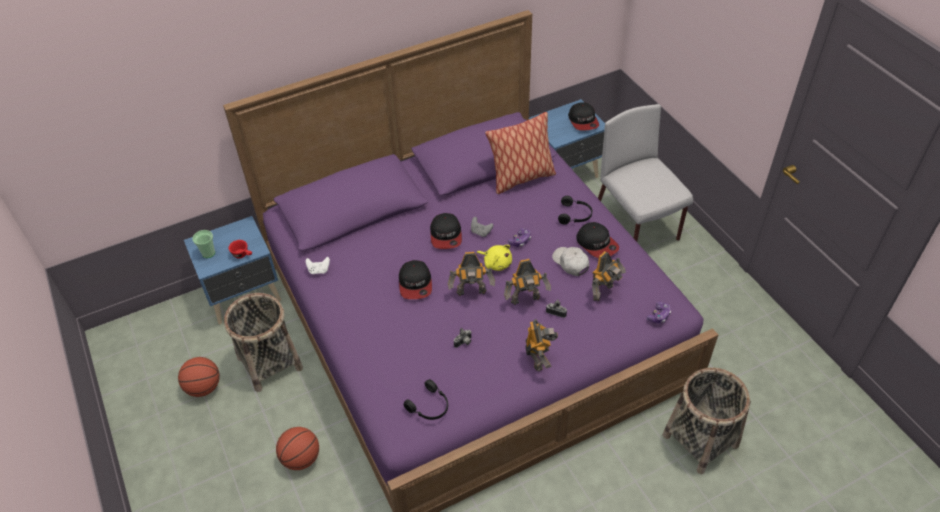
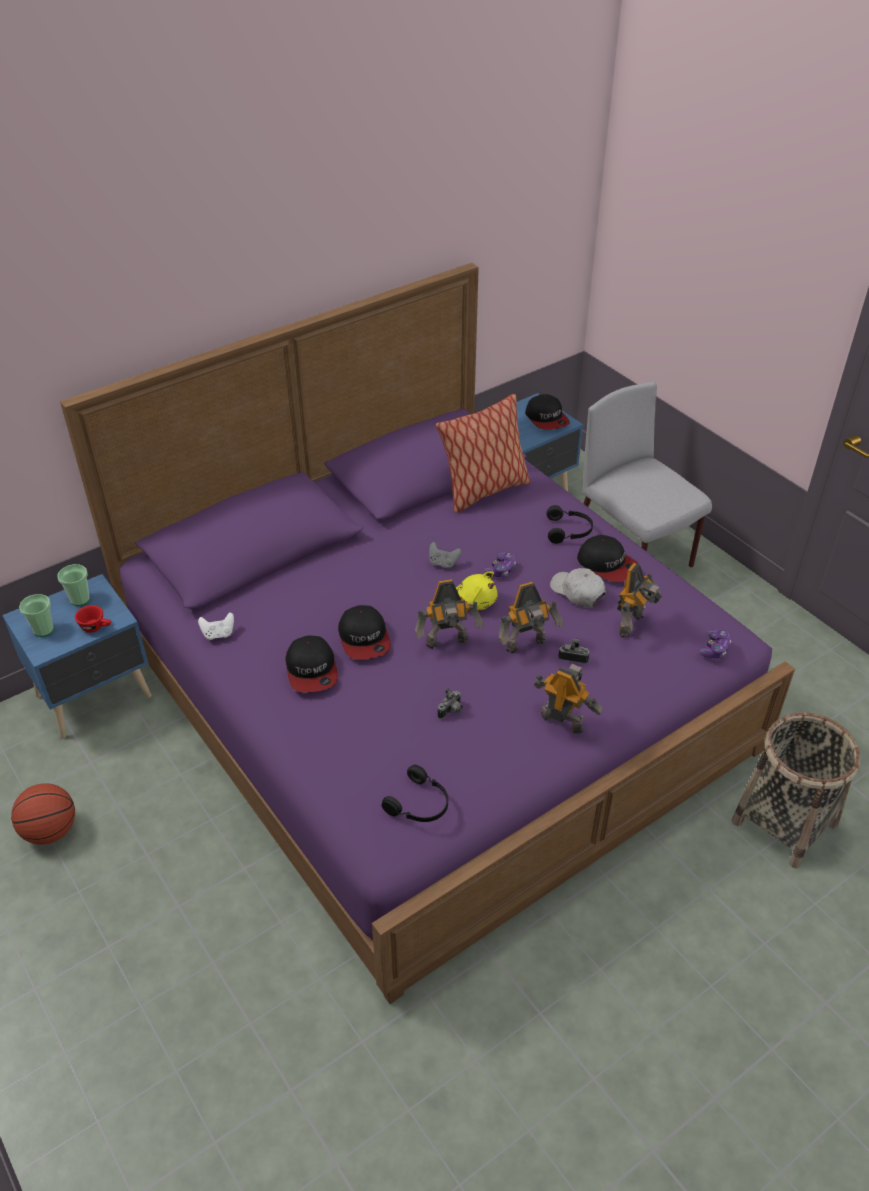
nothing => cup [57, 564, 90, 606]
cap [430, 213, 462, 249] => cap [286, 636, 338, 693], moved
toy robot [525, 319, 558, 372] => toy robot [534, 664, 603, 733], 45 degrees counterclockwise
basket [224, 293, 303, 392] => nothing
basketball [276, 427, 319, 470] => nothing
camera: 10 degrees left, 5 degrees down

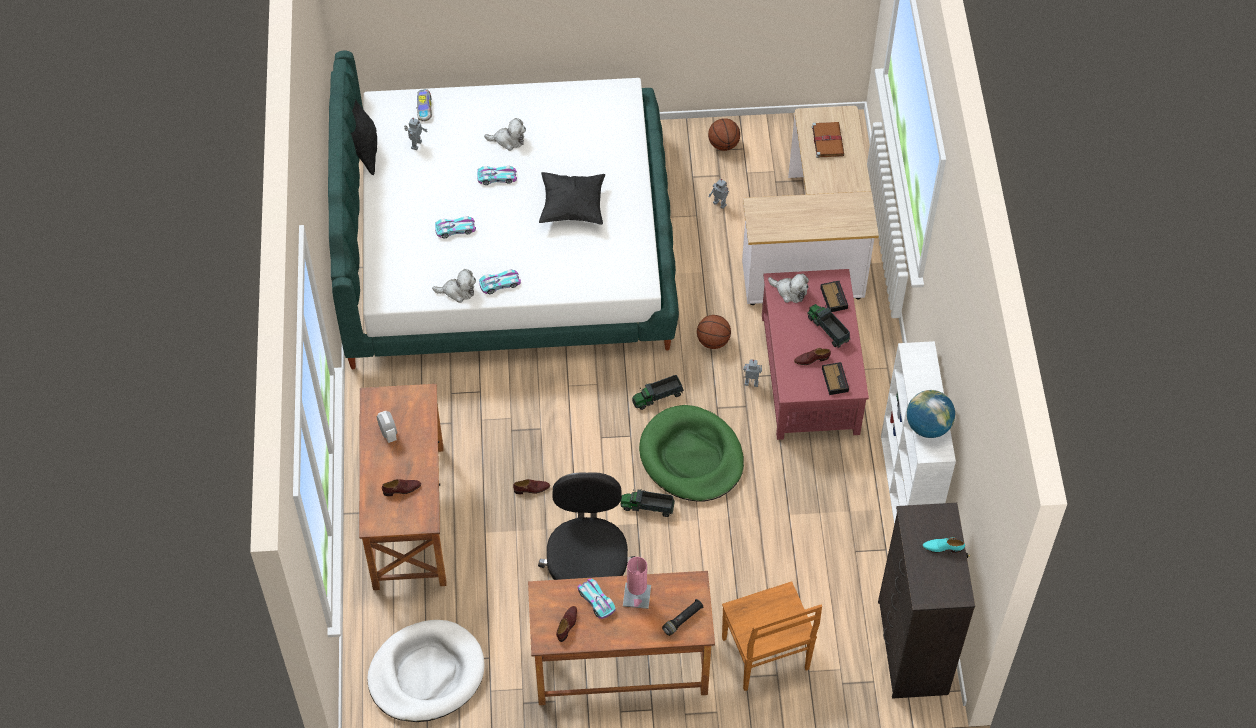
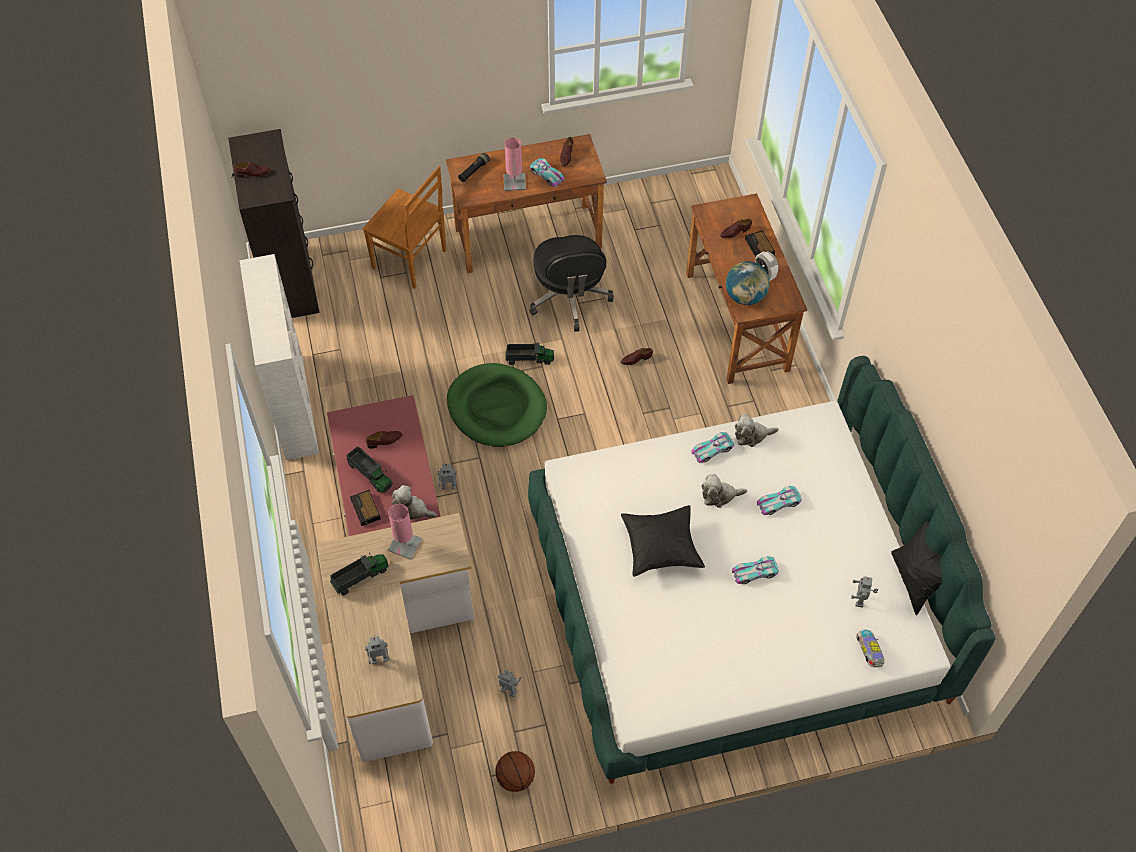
turquoise shoe [922, 537, 965, 553] => brown shoe [234, 162, 271, 178]
toy truck [632, 375, 684, 410] => toy truck [330, 553, 389, 596], moved
brown chair [722, 581, 822, 691] => brown chair [363, 166, 446, 289], 150 degrees clockwise
brown book [812, 122, 844, 158] => toy robot [365, 635, 389, 665]
nothing => pink table lamp [387, 504, 422, 560]
plush toy [484, 118, 526, 151] => plush toy [701, 474, 747, 508], moved
globe [907, 390, 955, 438] => globe [726, 261, 770, 305], moved
alarm clock [822, 362, 849, 395] => alarm clock [745, 230, 775, 257], moved
white dog bed [368, 620, 485, 722] => nothing
basketball [697, 315, 731, 349] => nothing
camera: 170 degrees right, 0 degrees up

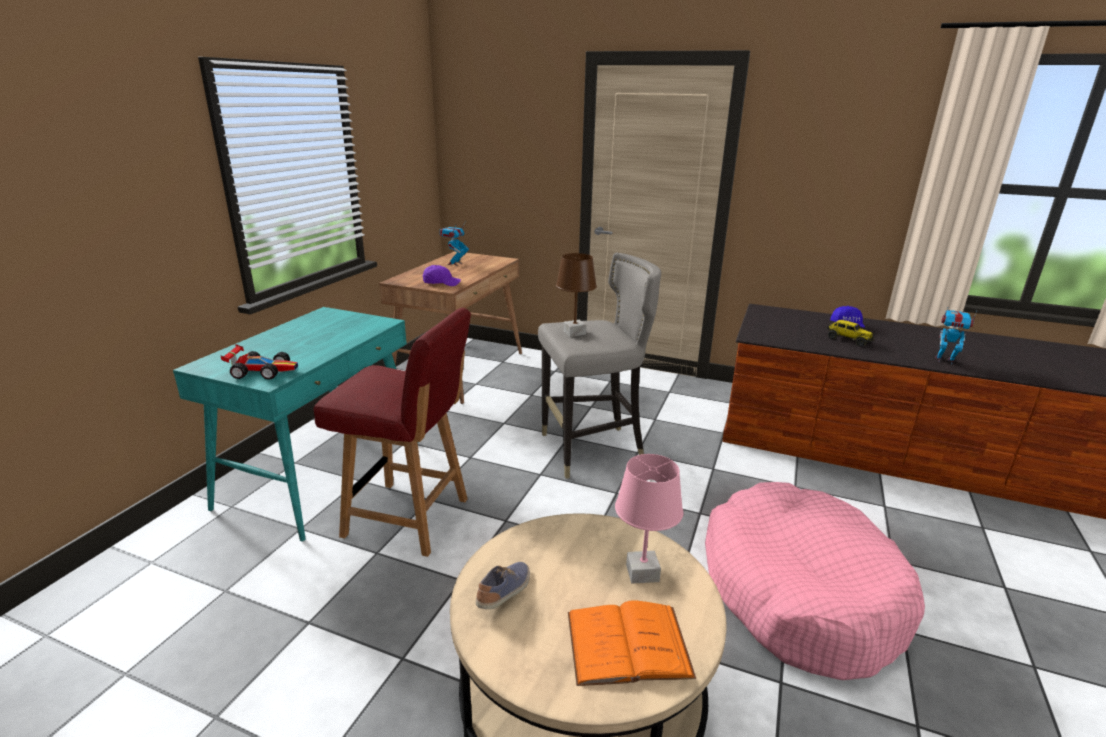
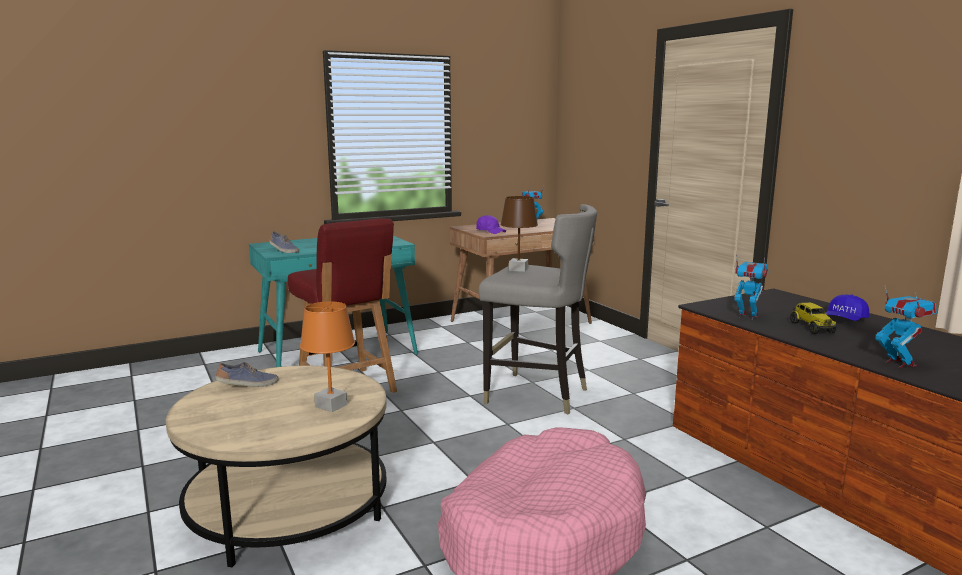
toy car [221, 344, 298, 380] => shoe [269, 231, 299, 253]
pink table lamp [615, 454, 683, 584] => orange table lamp [300, 301, 355, 412]
nothing => toy robot [734, 255, 769, 320]
orange book [568, 600, 696, 686] => nothing
camera: 40 degrees right, 10 degrees down

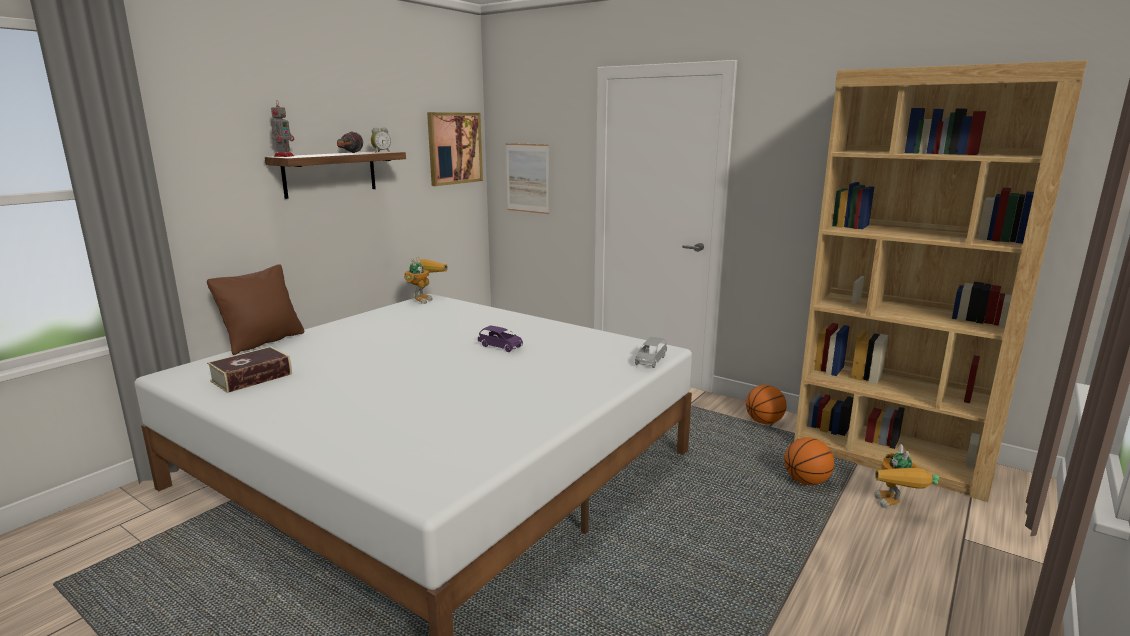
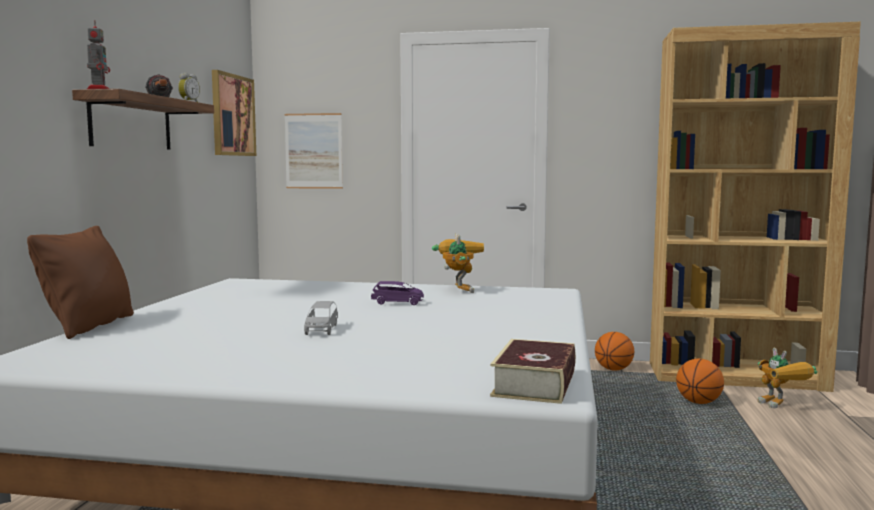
grey toy car [635, 337, 667, 368] => grey toy car [304, 301, 338, 335], moved
toy robot [404, 256, 448, 304] => toy robot [432, 233, 484, 293], moved
book [207, 346, 292, 393] => book [490, 339, 576, 404], moved
camera: 25 degrees left, 10 degrees down

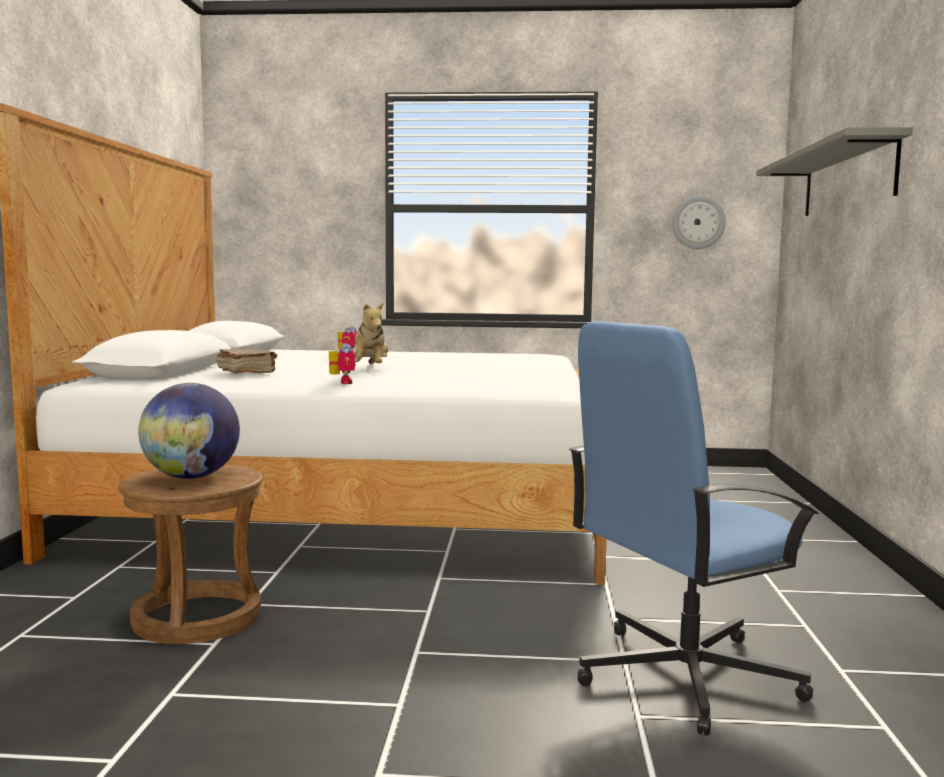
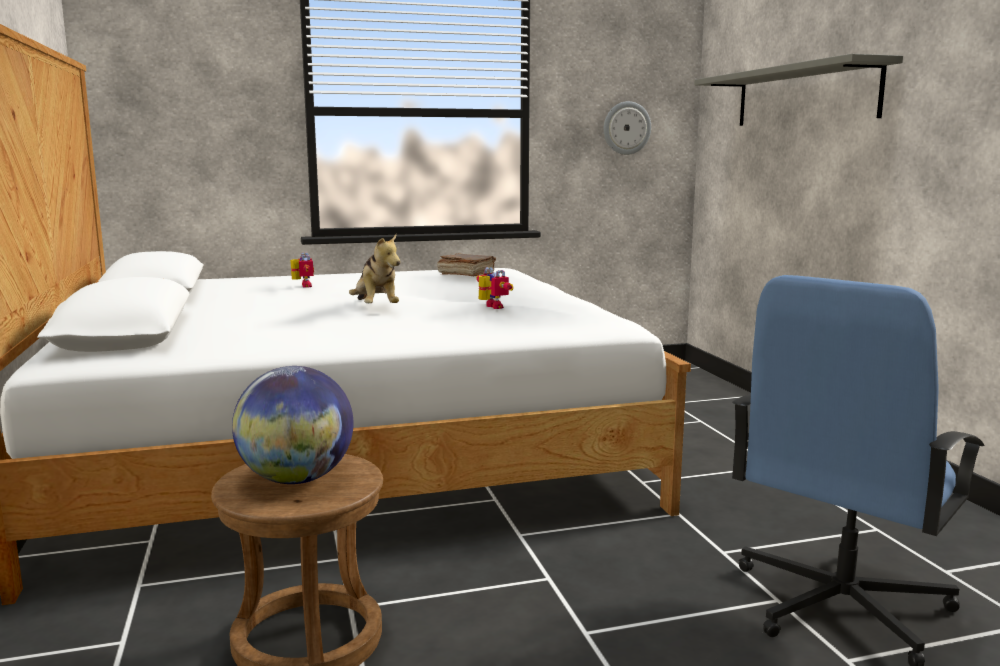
brown book [216, 348, 277, 374] => brown book [437, 253, 496, 276], moved
toy robot [329, 343, 356, 384] => toy robot [476, 267, 514, 309], moved
camera: 20 degrees left, 5 degrees up

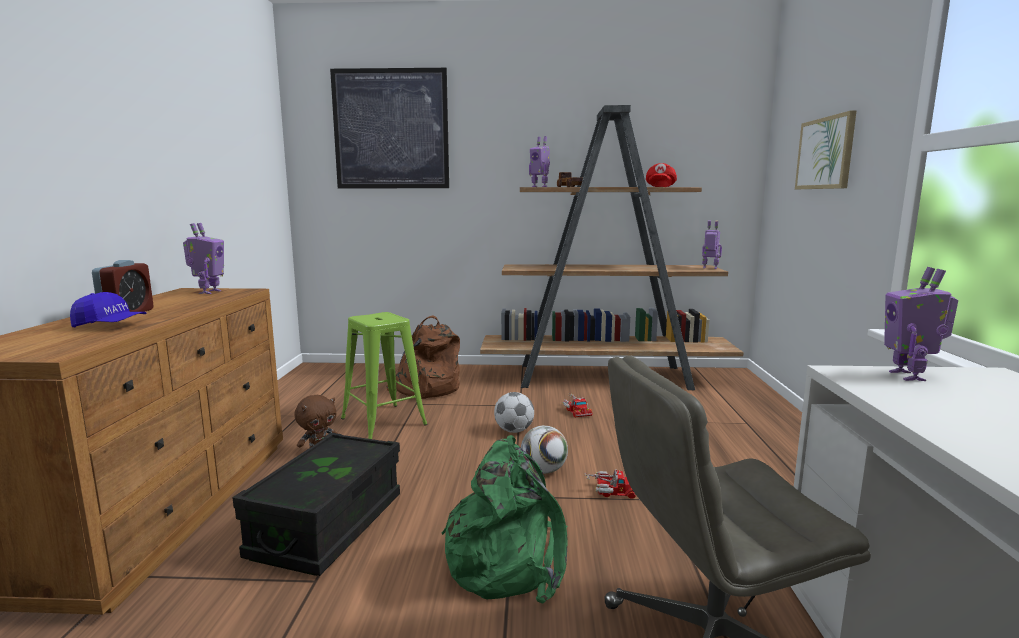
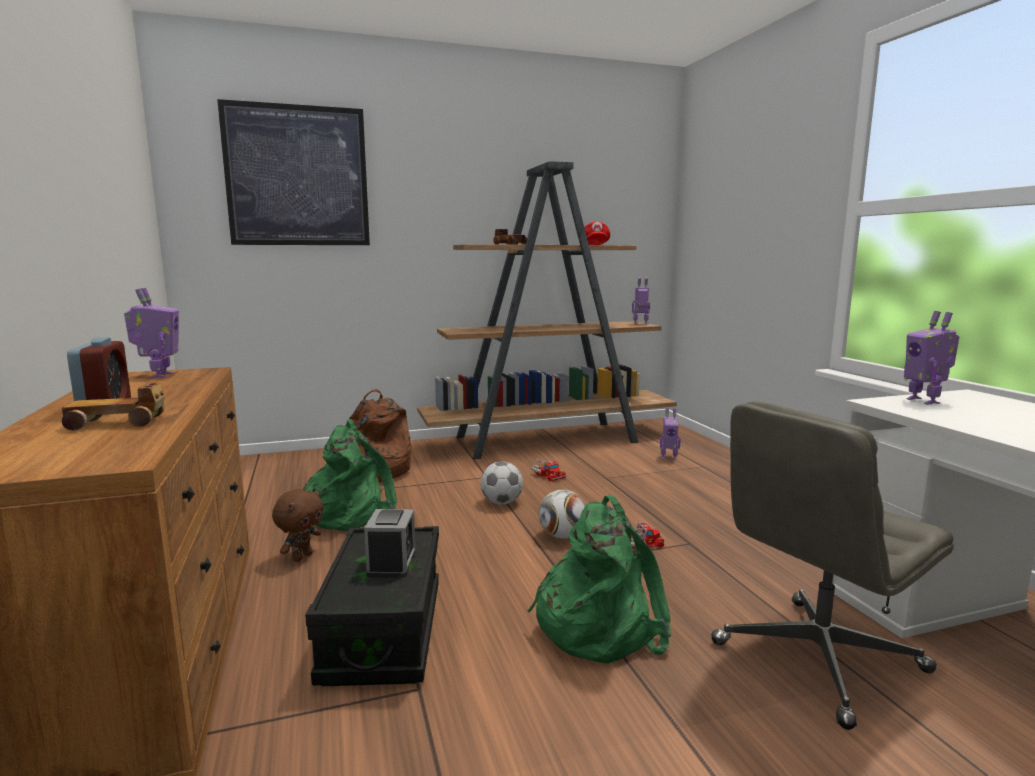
blue cap [70, 292, 146, 327] => toy car [62, 382, 165, 431]
green stool [341, 312, 428, 439] => green backpack [303, 419, 397, 531]
nothing => alarm clock [364, 509, 416, 578]
toy robot [529, 136, 550, 187] => toy robot [660, 408, 681, 460], moved
picture [795, 111, 856, 189] => nothing
camera: 20 degrees left, 0 degrees up

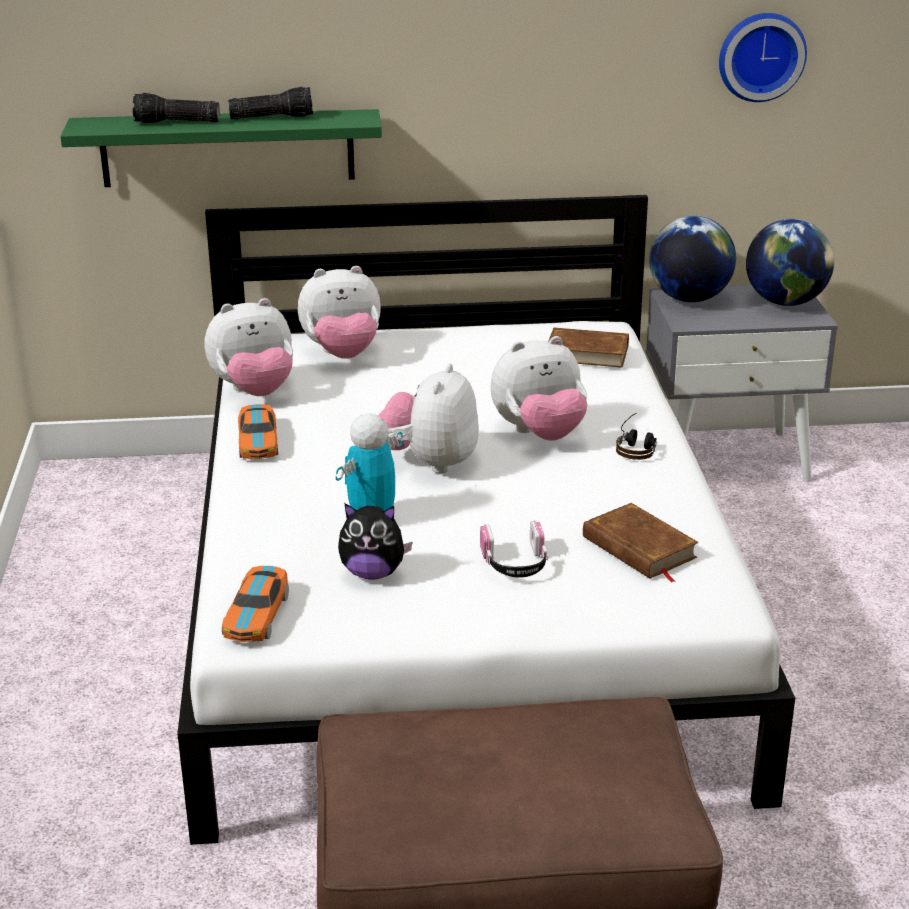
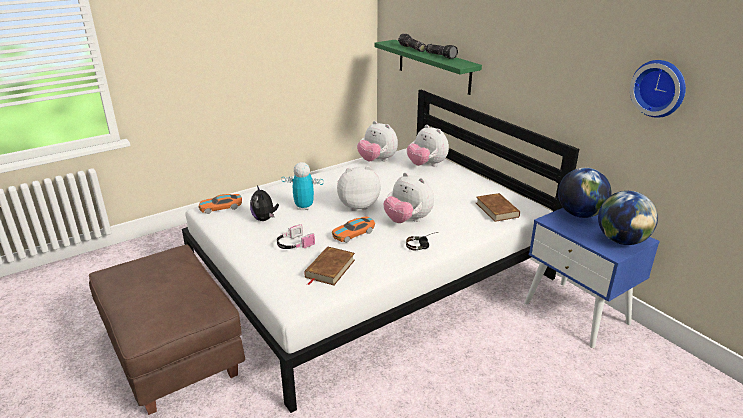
toy car [238, 404, 278, 459] => toy car [332, 216, 375, 243], moved
grey nightstand [646, 285, 838, 482] => blue nightstand [524, 208, 660, 348]
camera: 60 degrees right, 0 degrees up

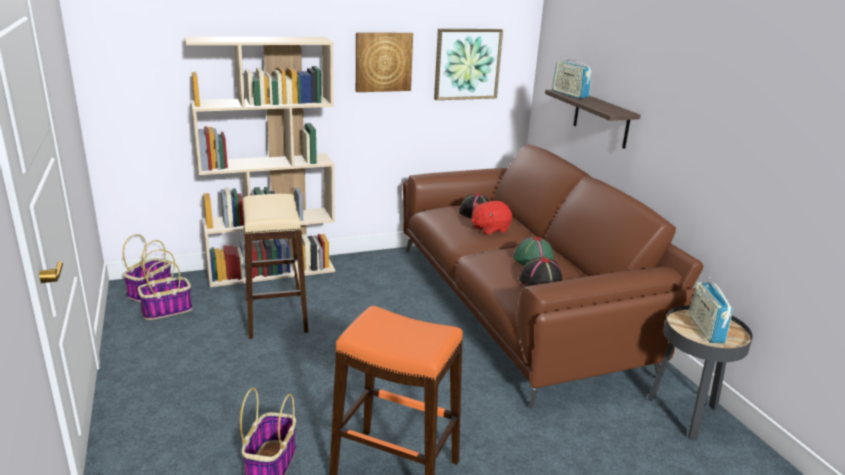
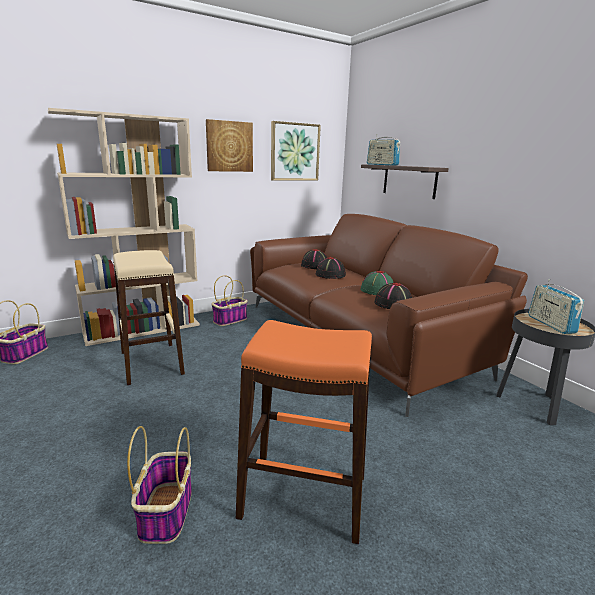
basket [137, 249, 192, 320] => basket [211, 275, 248, 326], moved
red plush toy [471, 201, 512, 235] => black hat [316, 257, 346, 279]
camera: 10 degrees left, 5 degrees down

